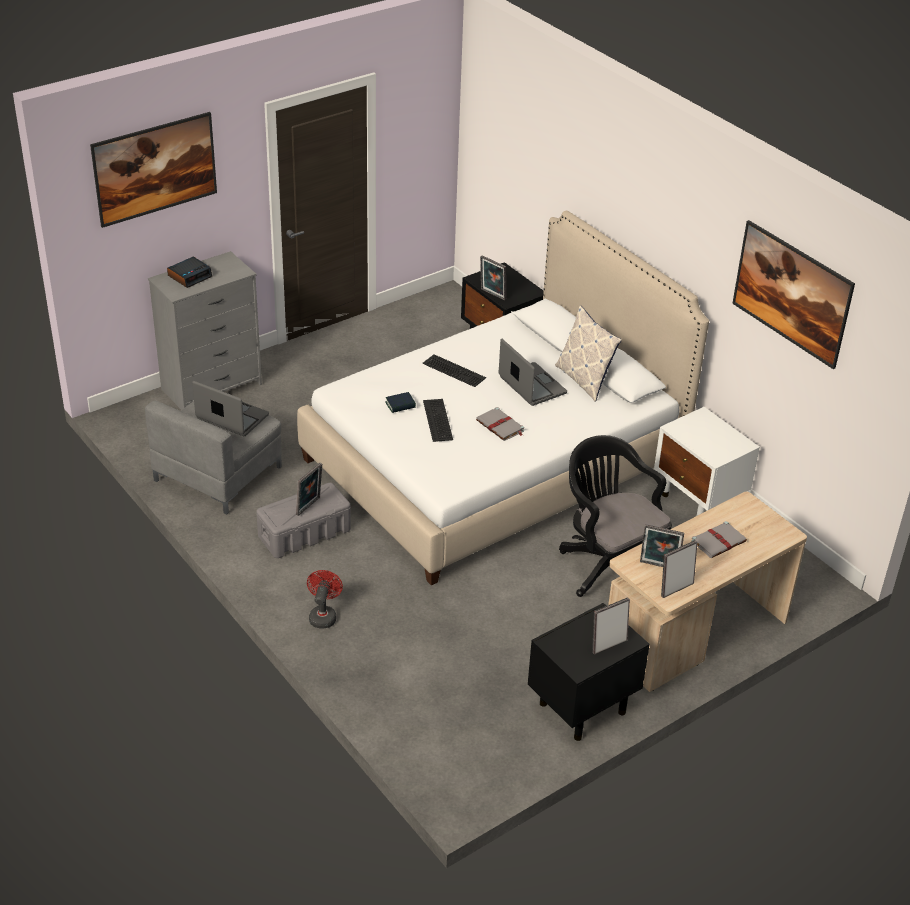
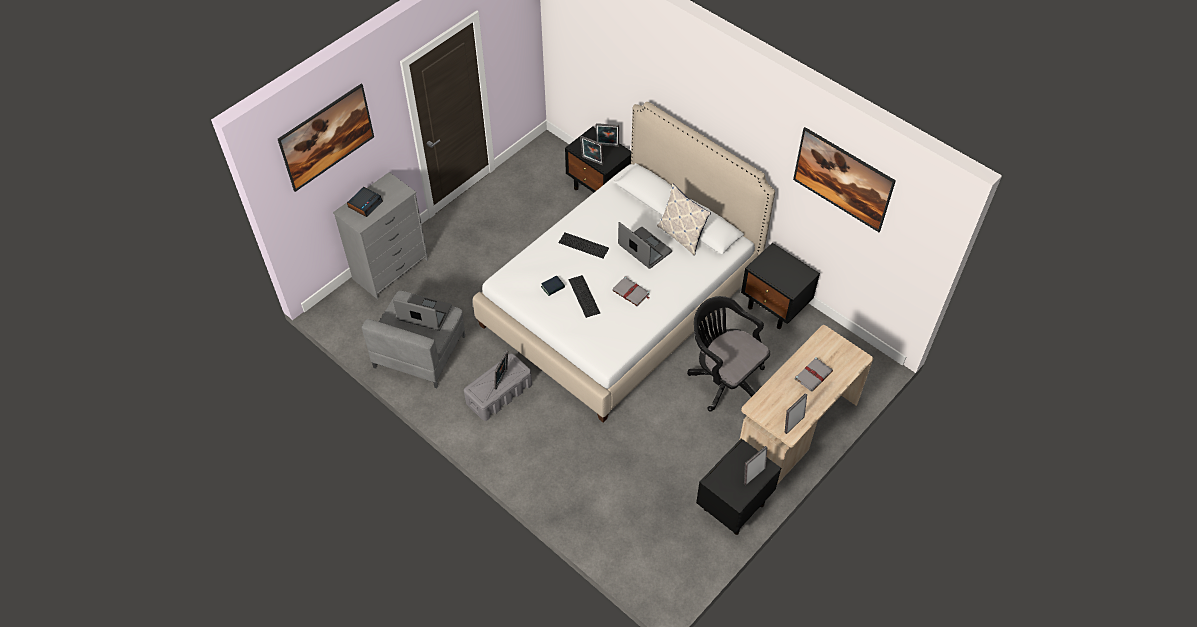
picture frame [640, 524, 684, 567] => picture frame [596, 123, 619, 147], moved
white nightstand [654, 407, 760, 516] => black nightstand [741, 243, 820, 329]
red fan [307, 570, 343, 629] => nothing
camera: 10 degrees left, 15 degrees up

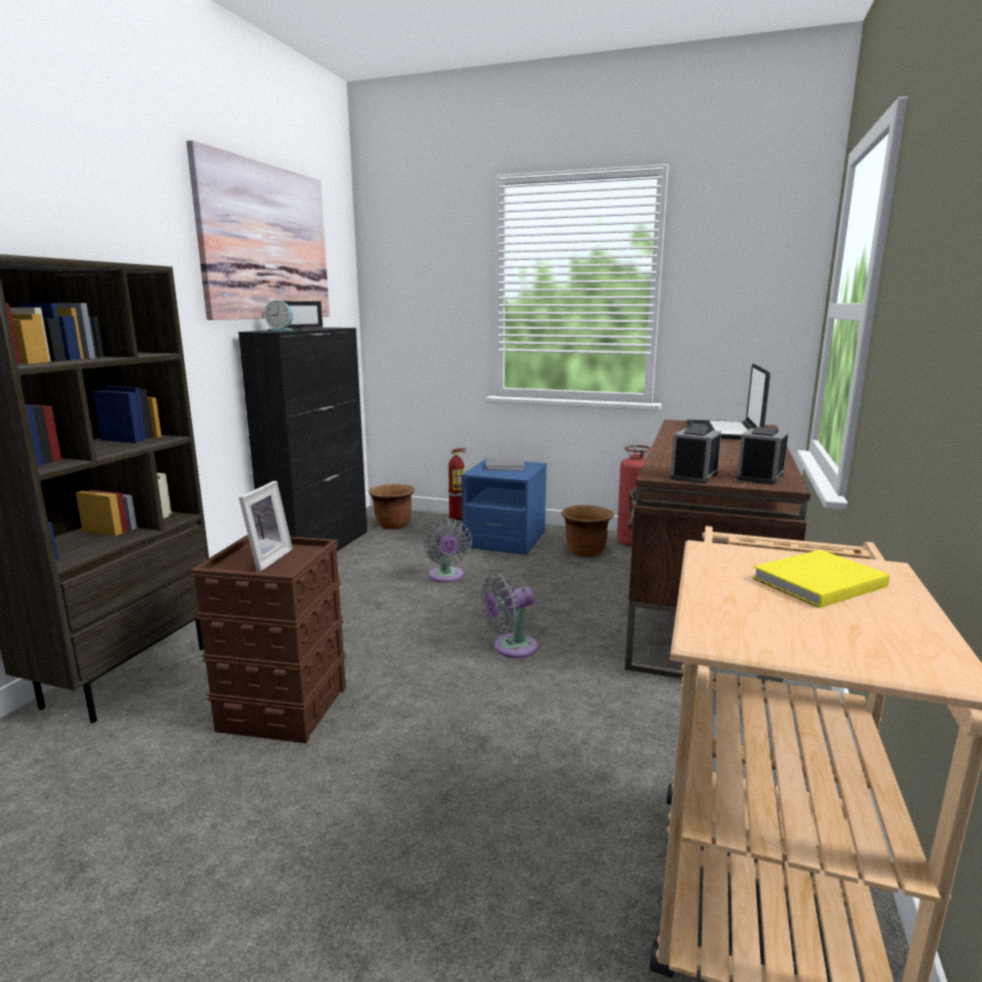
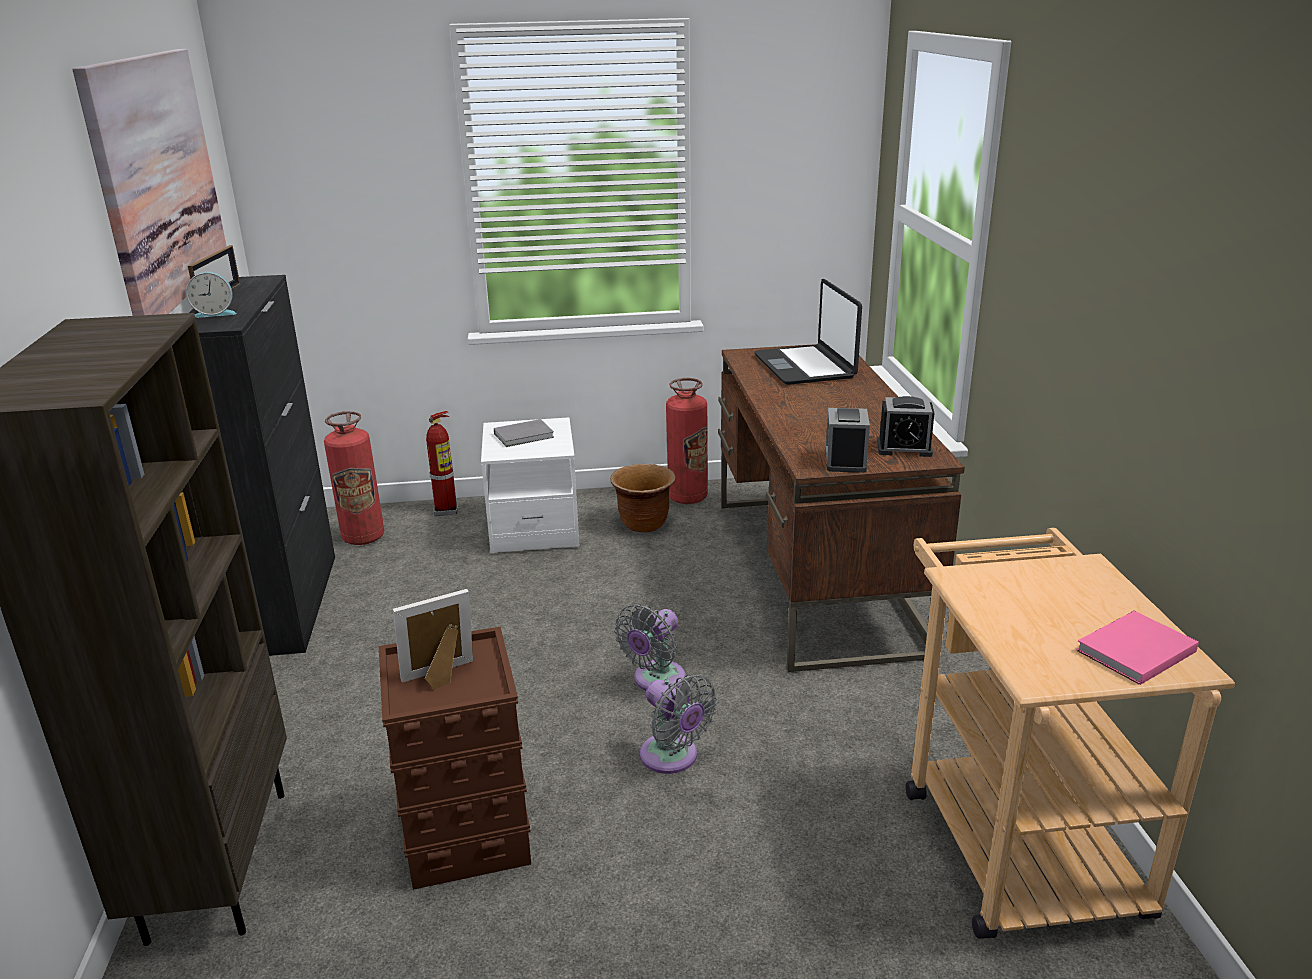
brown planter [368, 484, 415, 529] => fire extinguisher [324, 411, 384, 545]
picture frame [239, 481, 293, 572] => picture frame [393, 589, 473, 690], 105 degrees counterclockwise
blue nightstand [461, 459, 547, 555] => white nightstand [481, 417, 580, 553]
grey fan [423, 519, 472, 583] => grey fan [640, 674, 718, 774], moved
alarm clock [736, 427, 788, 485] => alarm clock [877, 396, 934, 457], 90 degrees counterclockwise
nothing => pink book [1076, 611, 1199, 685]
yellow book [752, 550, 890, 608] => nothing
camera: 25 degrees left, 10 degrees up

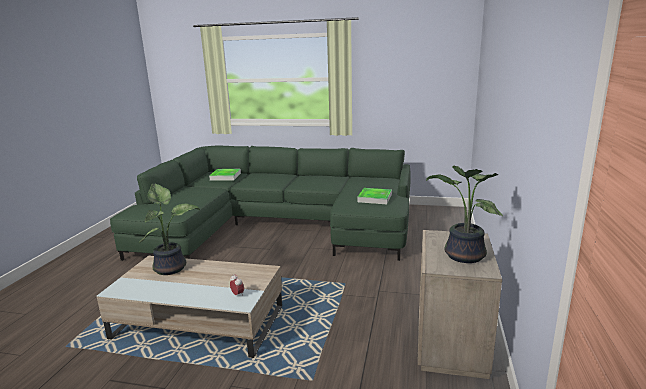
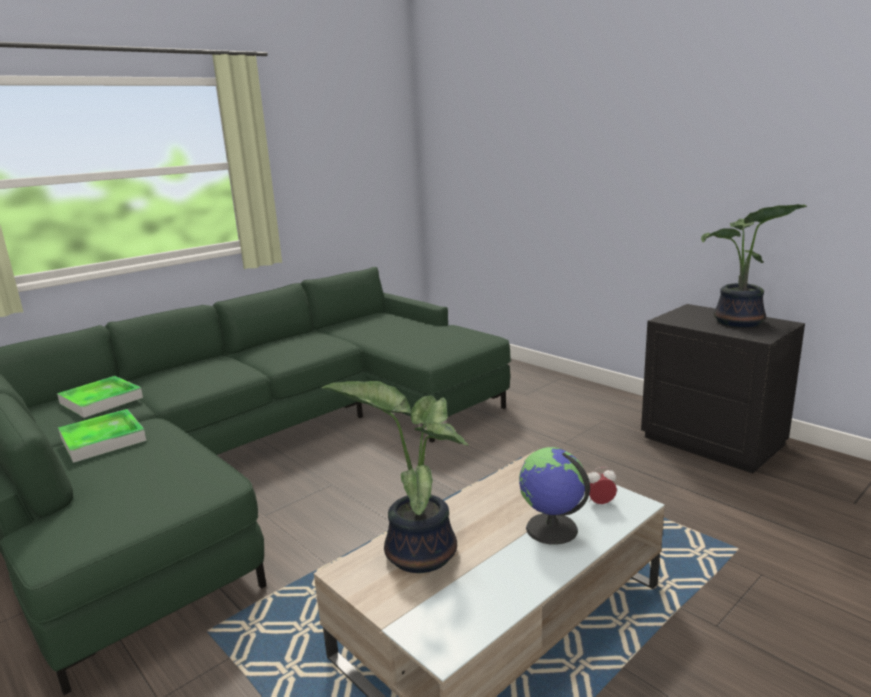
tray [358, 188, 392, 204] => tray [58, 409, 147, 463], moved
nothing => globe [519, 447, 590, 545]
beige nightstand [418, 230, 502, 379] => black nightstand [641, 304, 805, 473]
camera: 55 degrees left, 0 degrees up

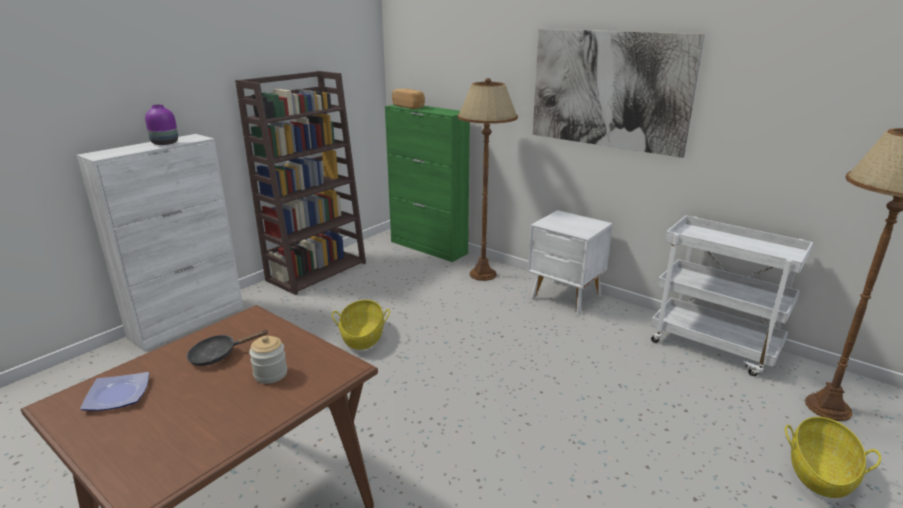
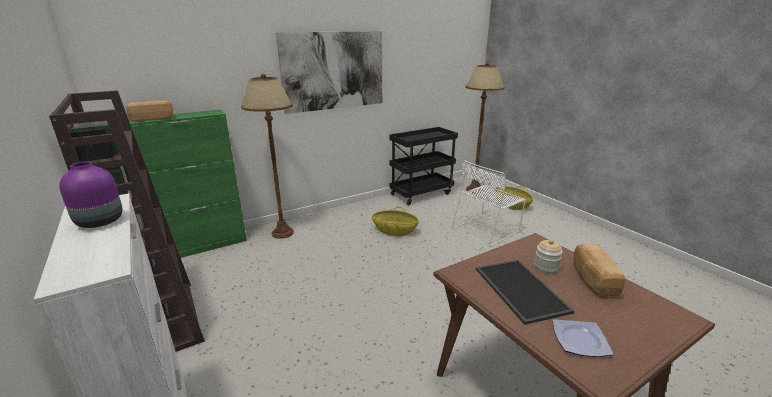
basket [332, 300, 390, 350] => basket [372, 207, 419, 236], moved
white cart [651, 215, 813, 376] => black cart [389, 127, 458, 206]
nothing => white chair [452, 160, 526, 247]
black frying pan [187, 330, 269, 366] => tray [476, 260, 574, 325]
nothing => bread [573, 244, 625, 297]
white nightstand [528, 210, 613, 315] => nothing
camera: 70 degrees left, 0 degrees up

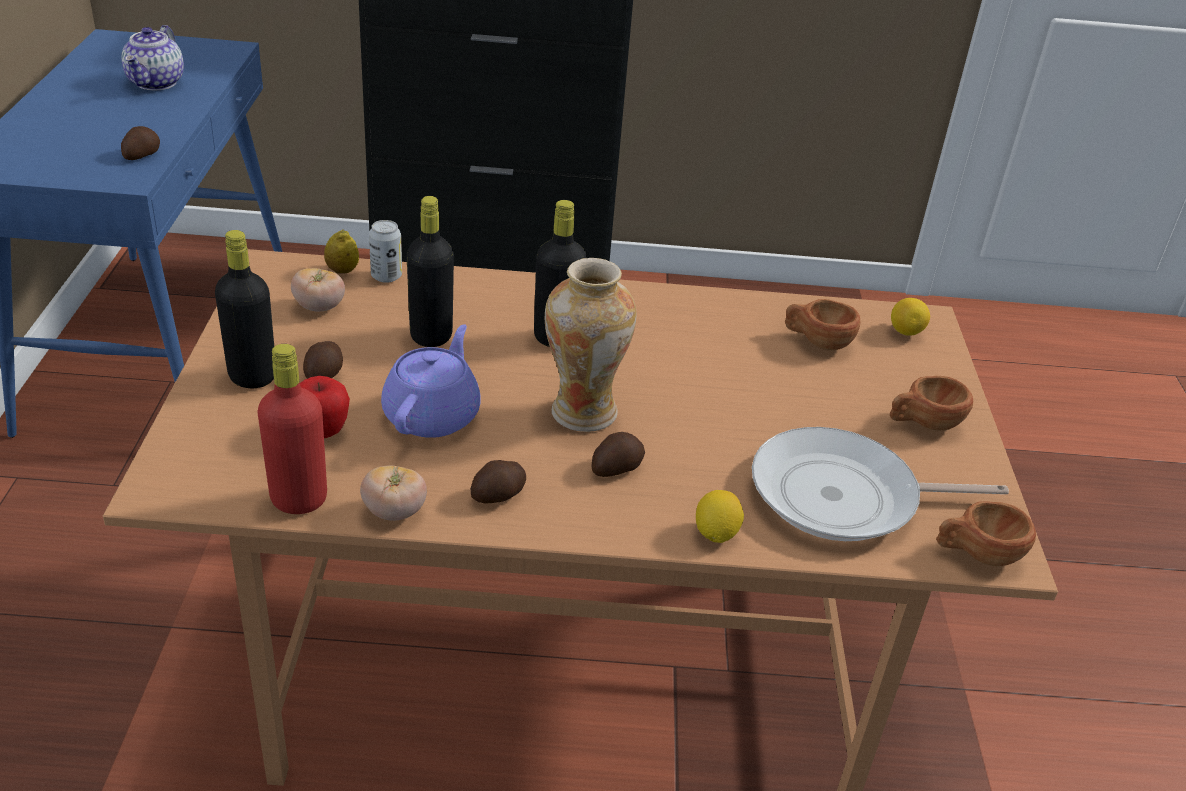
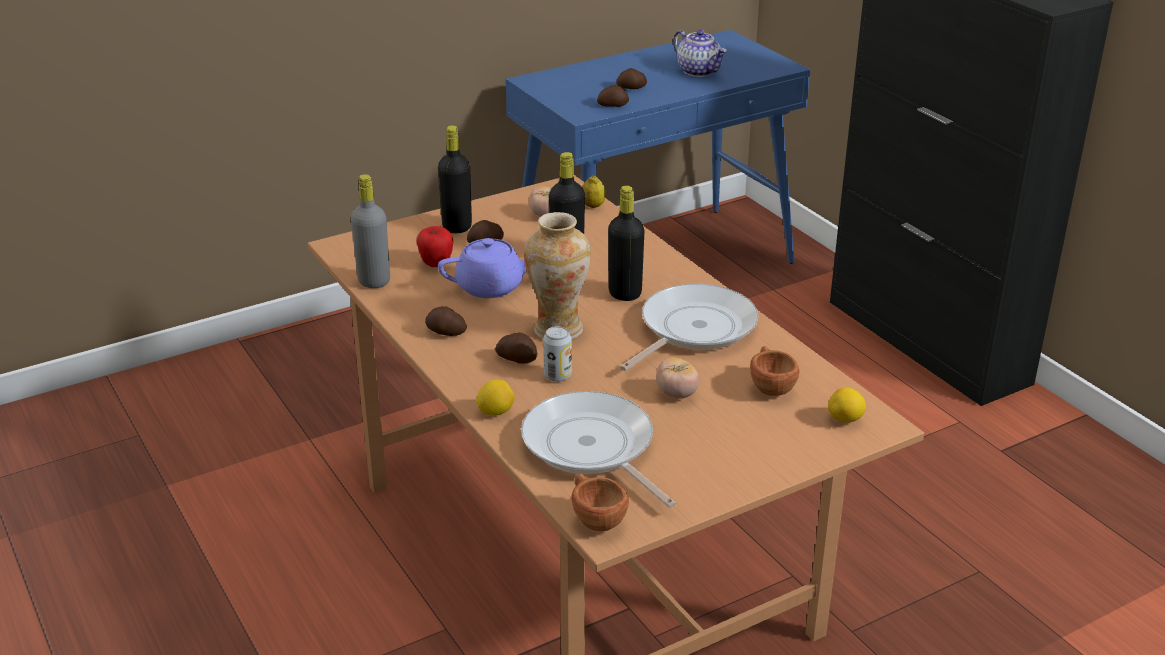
red bottle [257, 344, 327, 514] => grey bottle [351, 174, 390, 288]
can [369, 220, 402, 283] => can [543, 326, 572, 382], moved
nothing => potato [616, 68, 647, 89]
nothing => frying pan [620, 284, 758, 371]
tomato [360, 465, 427, 521] => tomato [656, 357, 699, 398], moved
teapot [121, 25, 184, 90] => teapot [673, 30, 727, 77], 105 degrees counterclockwise
brown cup [890, 376, 973, 431] => nothing
camera: 60 degrees right, 5 degrees down

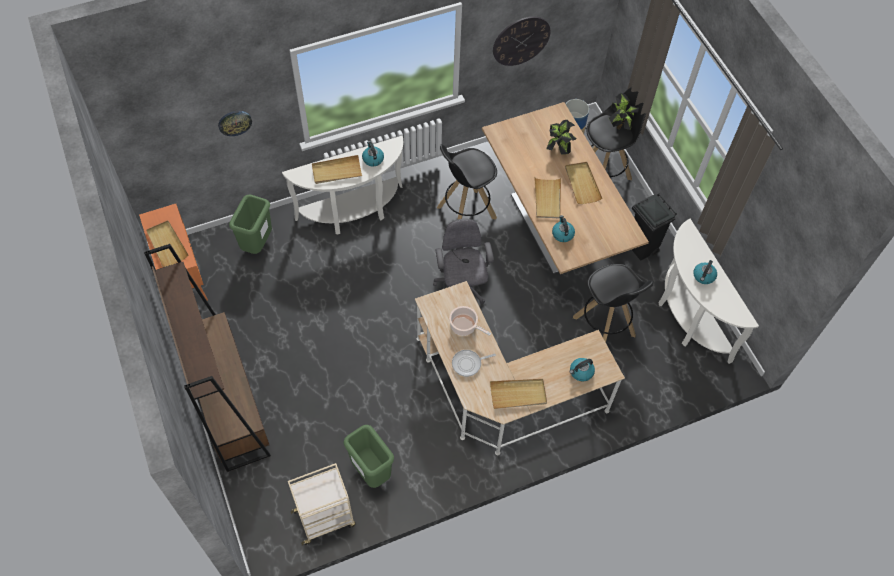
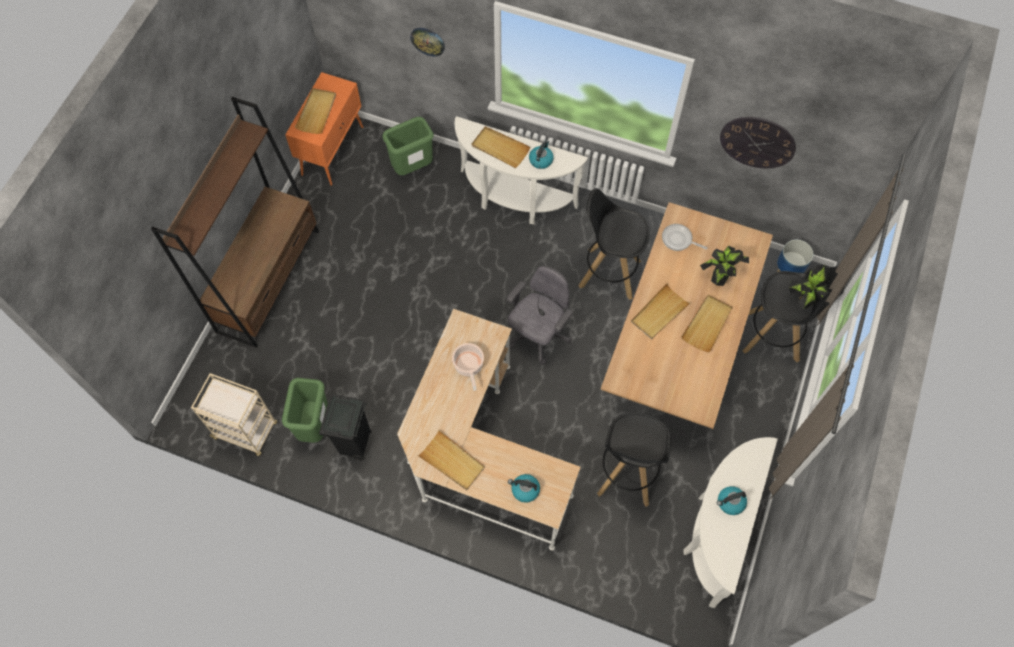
black trash can [632, 193, 677, 261] => black trash can [319, 394, 372, 460], moved
frying pan [452, 350, 496, 377] => frying pan [662, 224, 707, 251], moved
kettle [552, 215, 575, 242] => nothing
camera: 45 degrees right, 5 degrees up

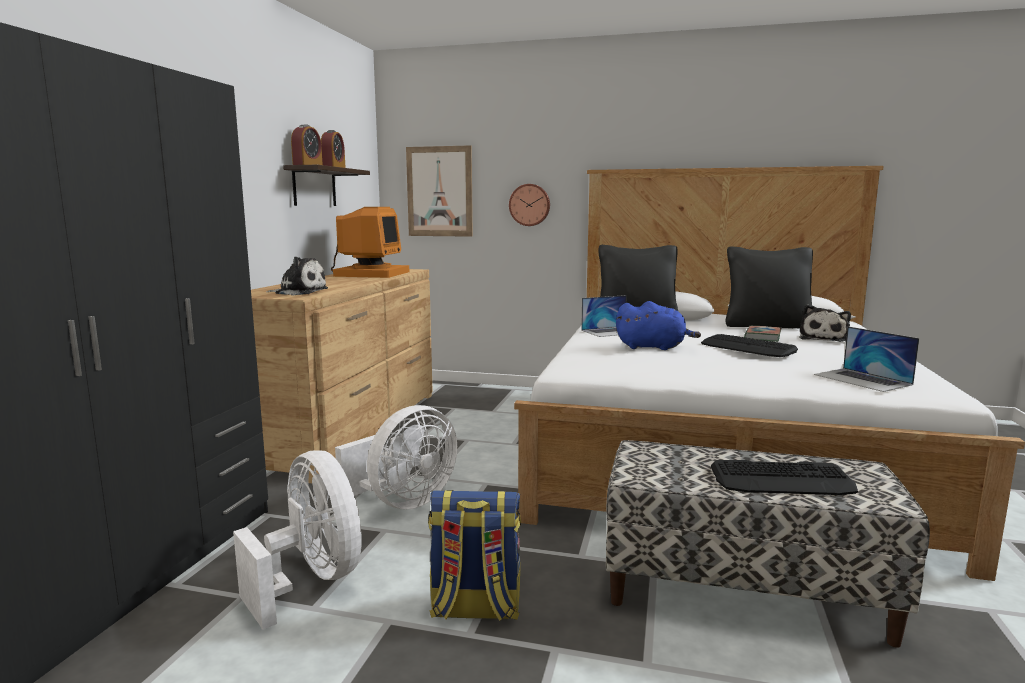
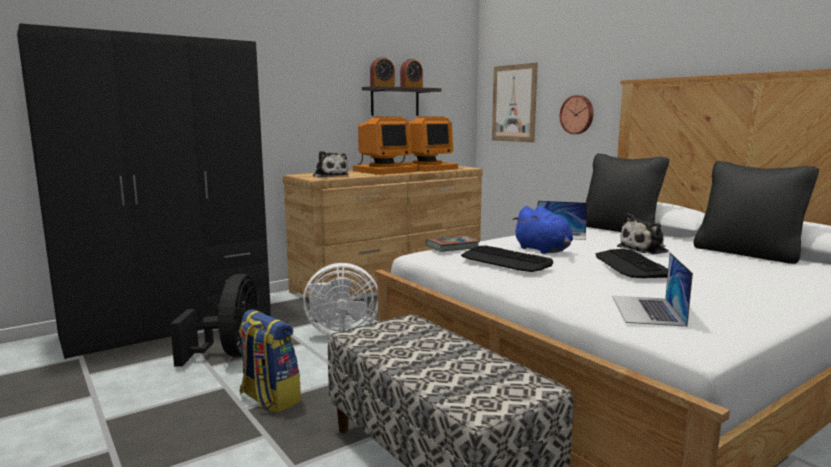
white fan [233, 450, 362, 630] => black fan [170, 274, 260, 366]
nothing => monitor [353, 117, 417, 175]
book [744, 326, 781, 342] => book [426, 235, 480, 252], moved
keyboard [711, 460, 858, 495] => keyboard [461, 245, 553, 272], moved
plush toy [799, 304, 851, 342] => plush toy [617, 213, 669, 254], moved
camera: 40 degrees right, 0 degrees up

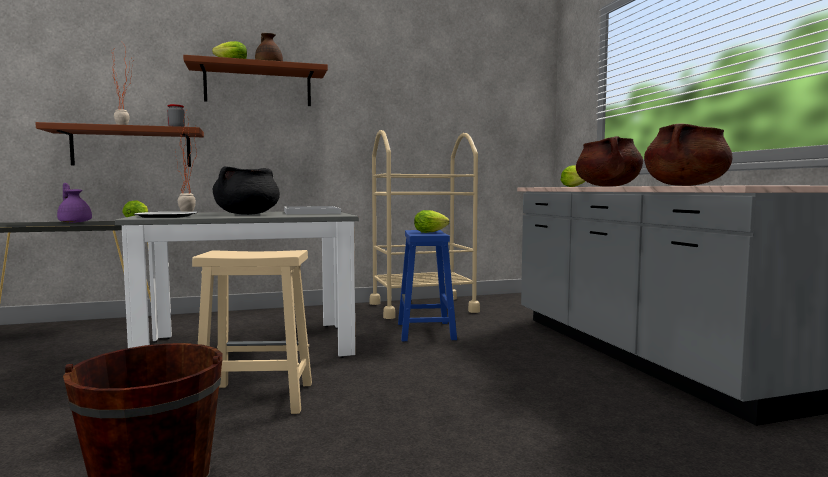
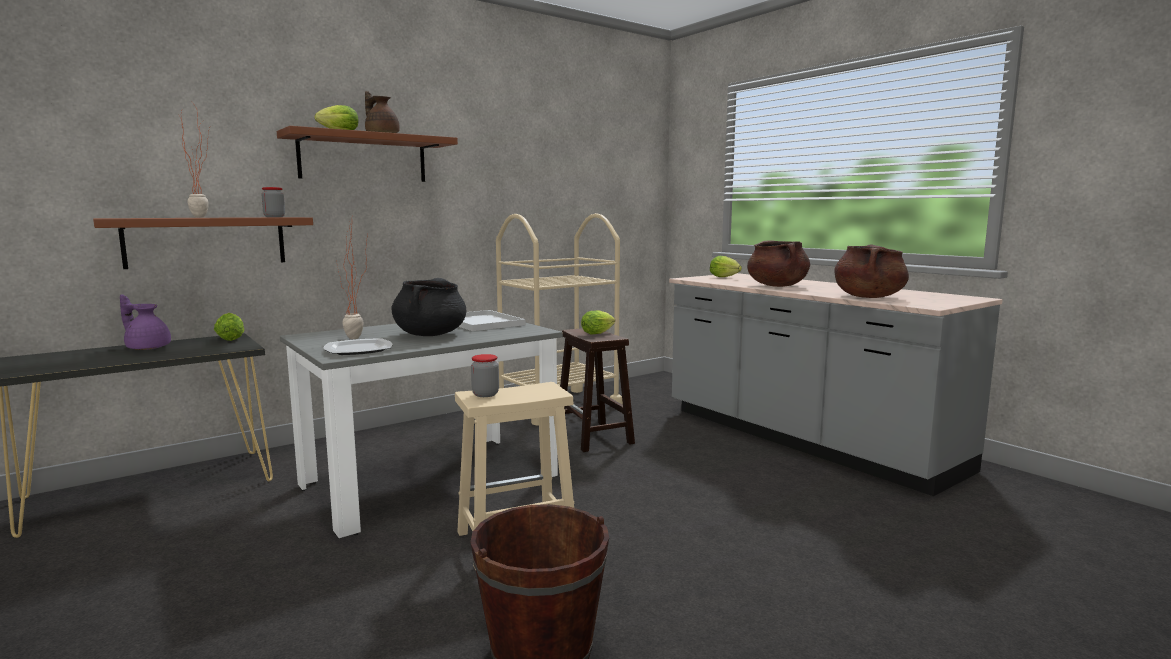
nothing => jar [471, 354, 499, 397]
blue stool [398, 230, 457, 341] => brown stool [560, 328, 635, 452]
camera: 20 degrees left, 5 degrees up

